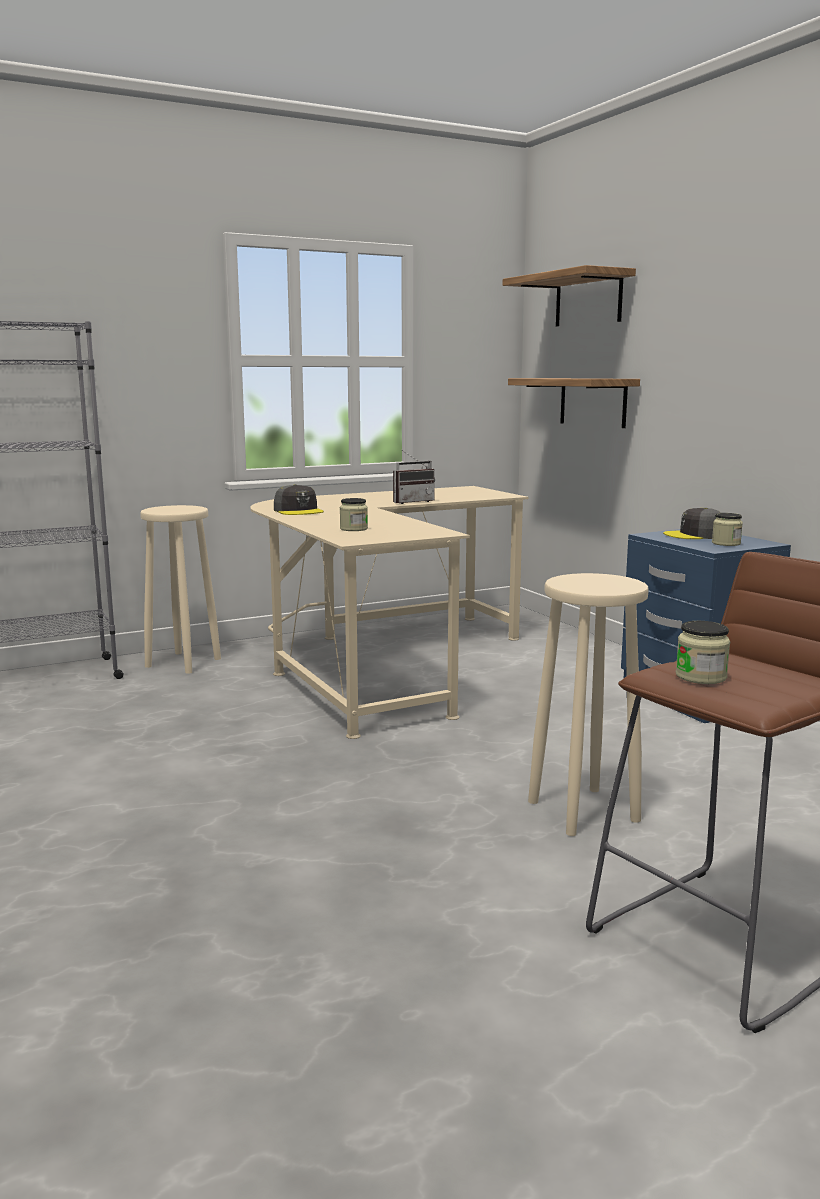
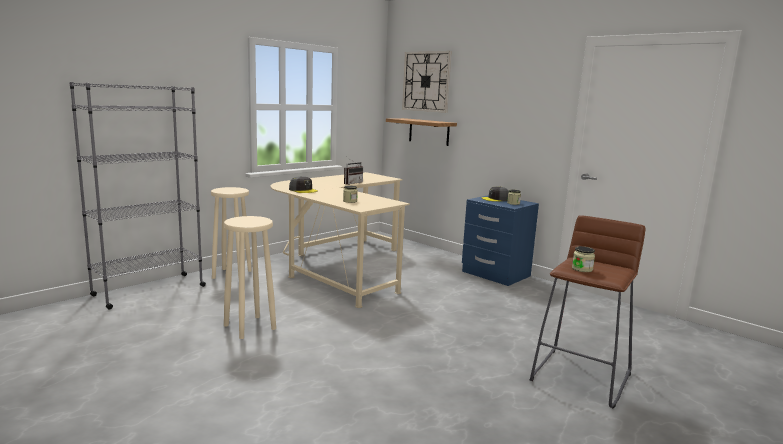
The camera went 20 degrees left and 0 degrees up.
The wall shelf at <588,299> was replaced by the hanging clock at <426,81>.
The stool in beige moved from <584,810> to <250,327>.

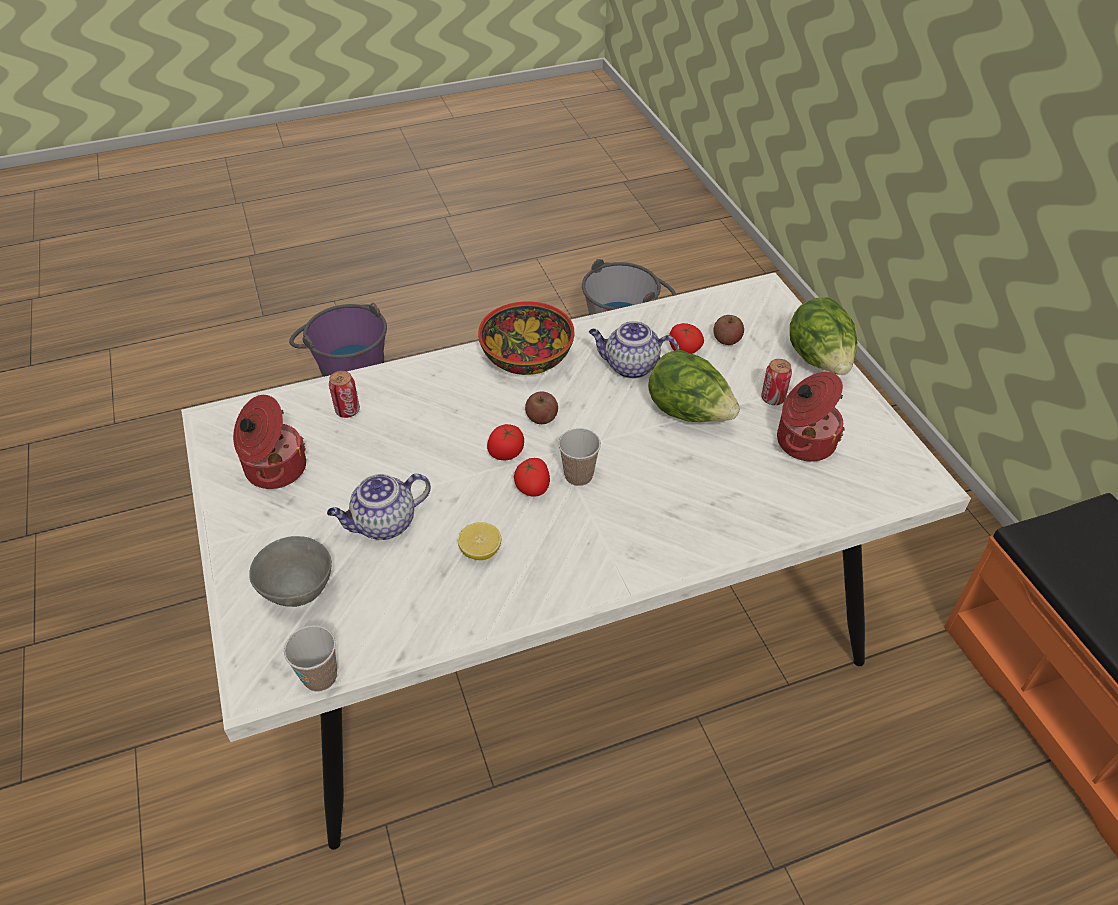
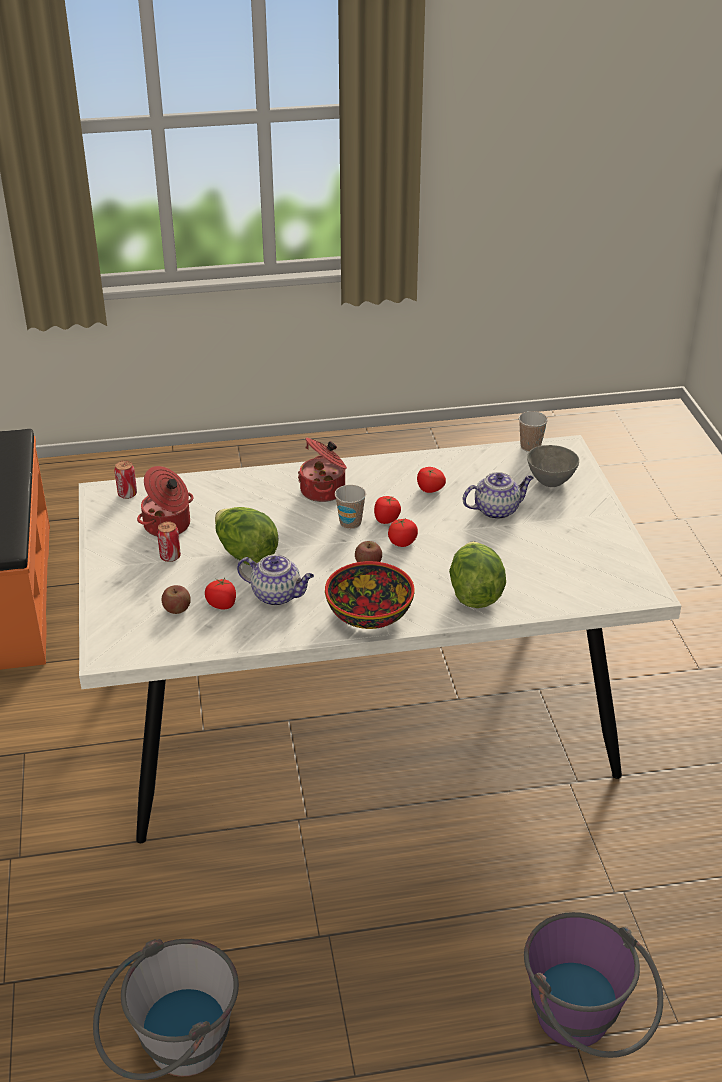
The camera went 170 degrees left and 10 degrees down.
The lettuce head moved from <819,361> to <475,593>.
The metal can moved from <347,411> to <127,494>.
The cooking pot moved from <274,469> to <324,490>.
The lemon at <481,551> was replaced by the fresh tomato at <430,489>.

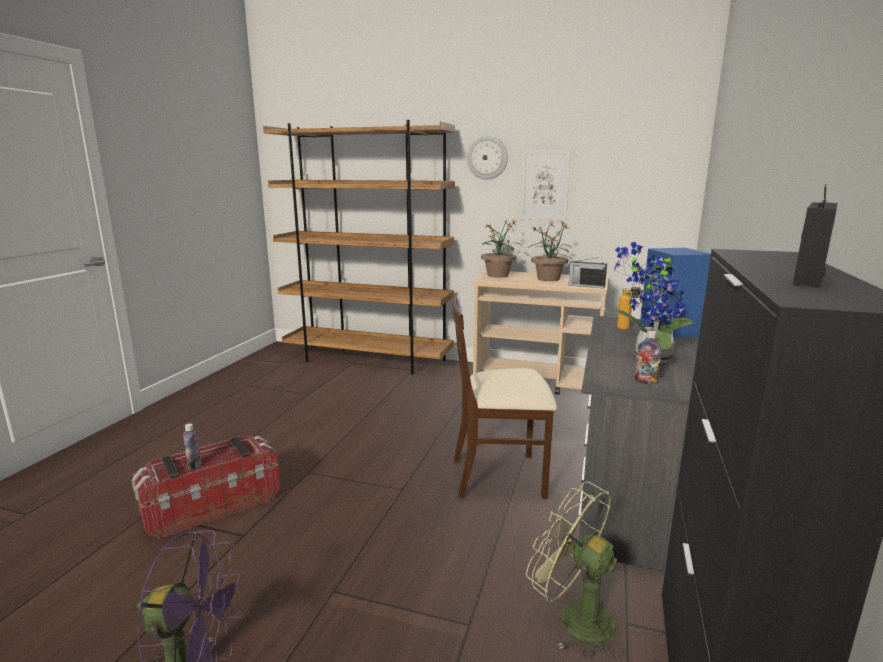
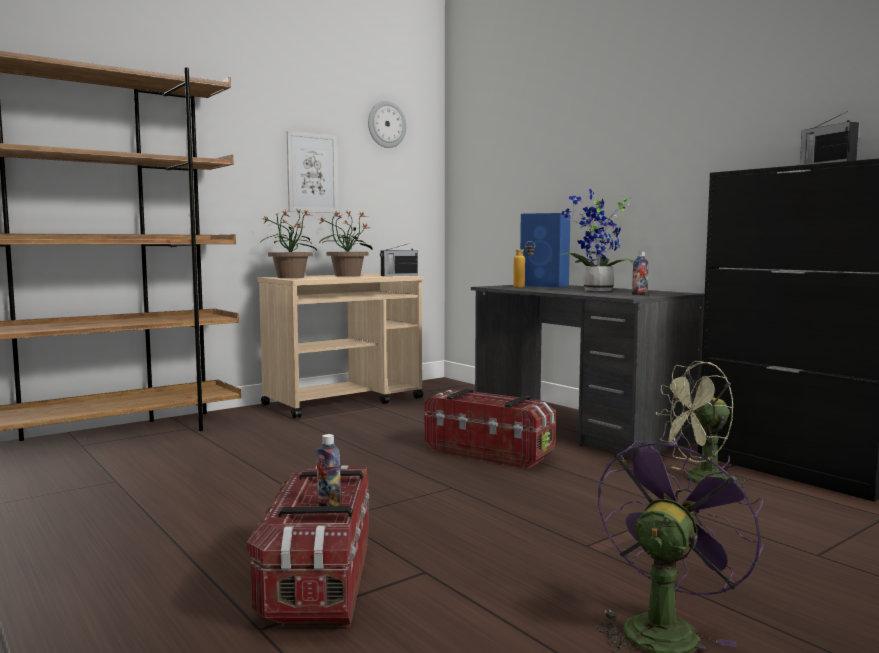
The camera went 55 degrees left and 10 degrees down.
The hanging clock moved from <487,158> to <386,124>.
The upright chair in beige at <499,476> was replaced by the storage bin at <489,453>.

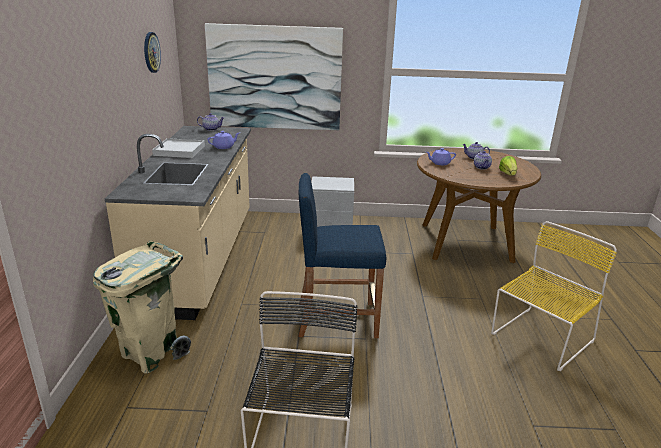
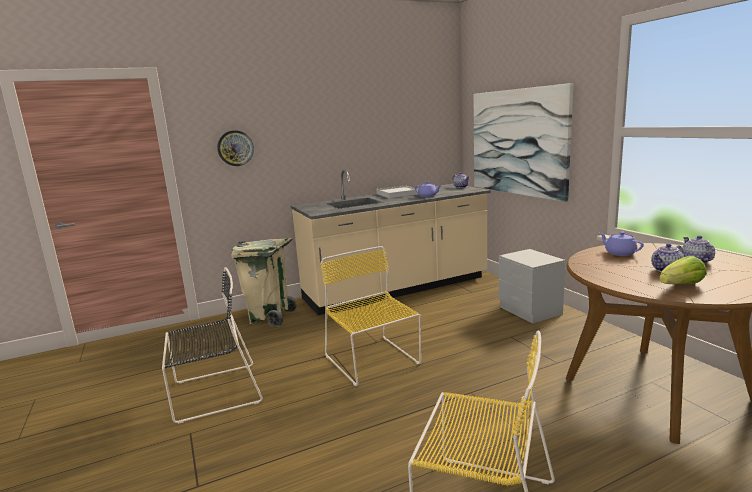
The camera went 65 degrees right and 10 degrees down.
The hanging clock moved from <151,52> to <235,148>.
The stool in blue-coloured at <337,319> was replaced by the upright chair in yellow-coloured at <373,361>.

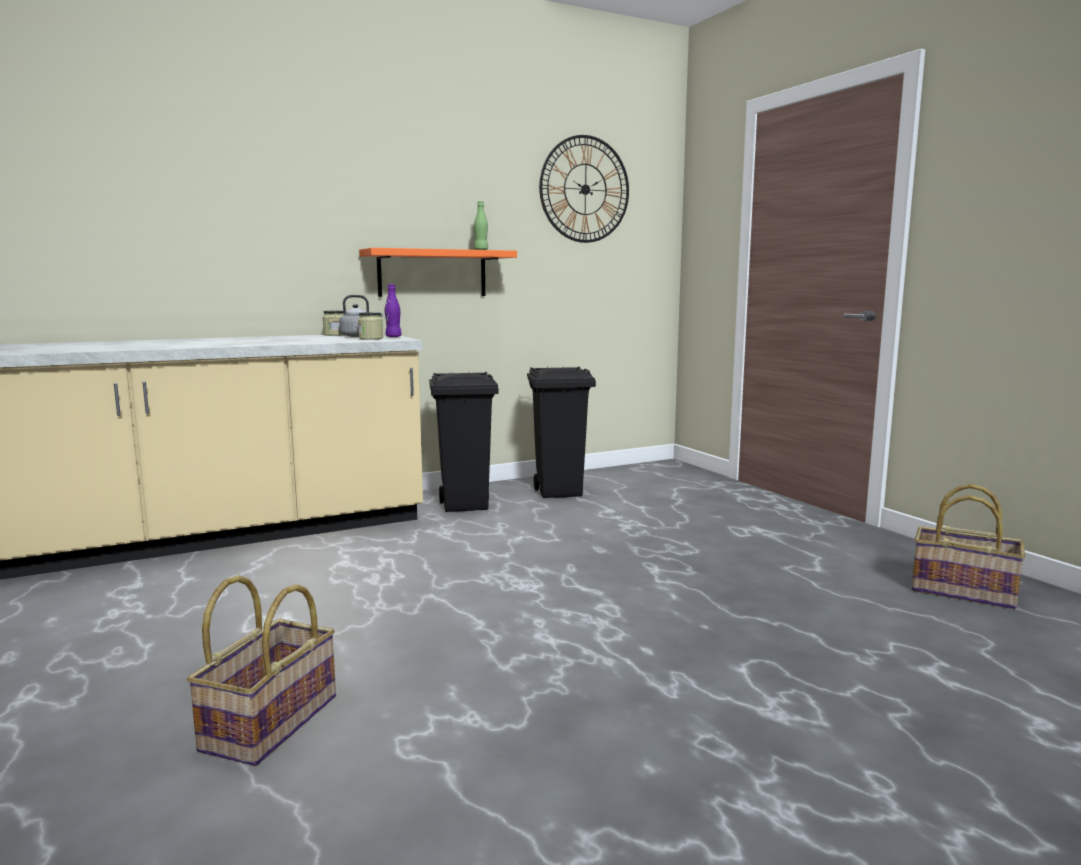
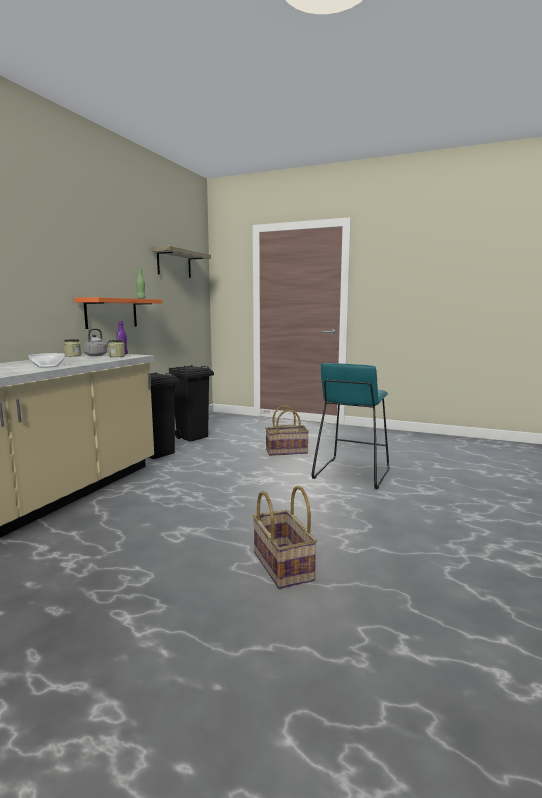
The camera went 40 degrees left and 0 degrees up.
The hanging clock at <585,189> was replaced by the wall shelf at <174,263>.
The household basket moved from <963,591> to <286,451>.
The deep dish at <48,366> appeared.
The stool in blue-green at <351,473> appeared.

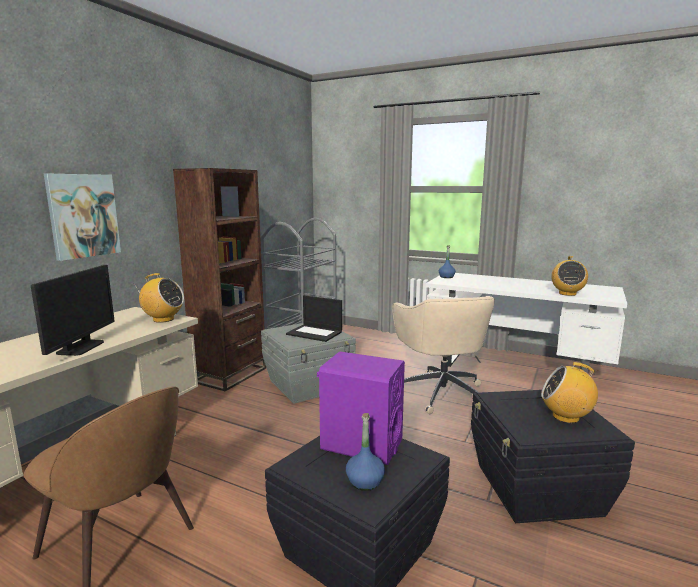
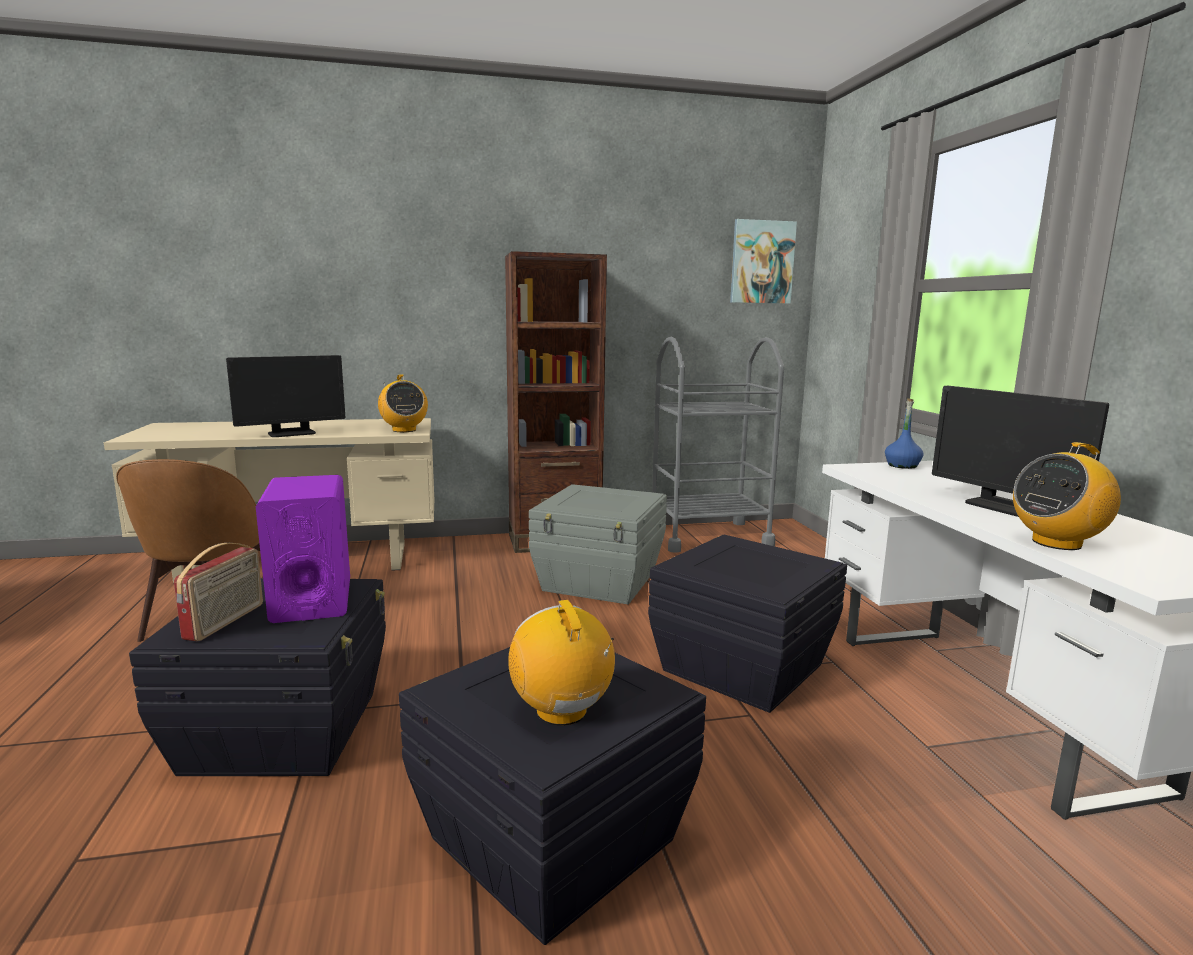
The camera went 50 degrees right and 0 degrees up.
The wall picture moved from <83,215> to <762,262>.
The portable computer at <315,333> disappeared.
The office chair in beige at <441,392> was replaced by the storage bin in blackish at <742,666>.
The drink bottle in blue-coloured at <364,481> was replaced by the radio receiver at <226,621>.
The computer screen at <1003,507> appeared.

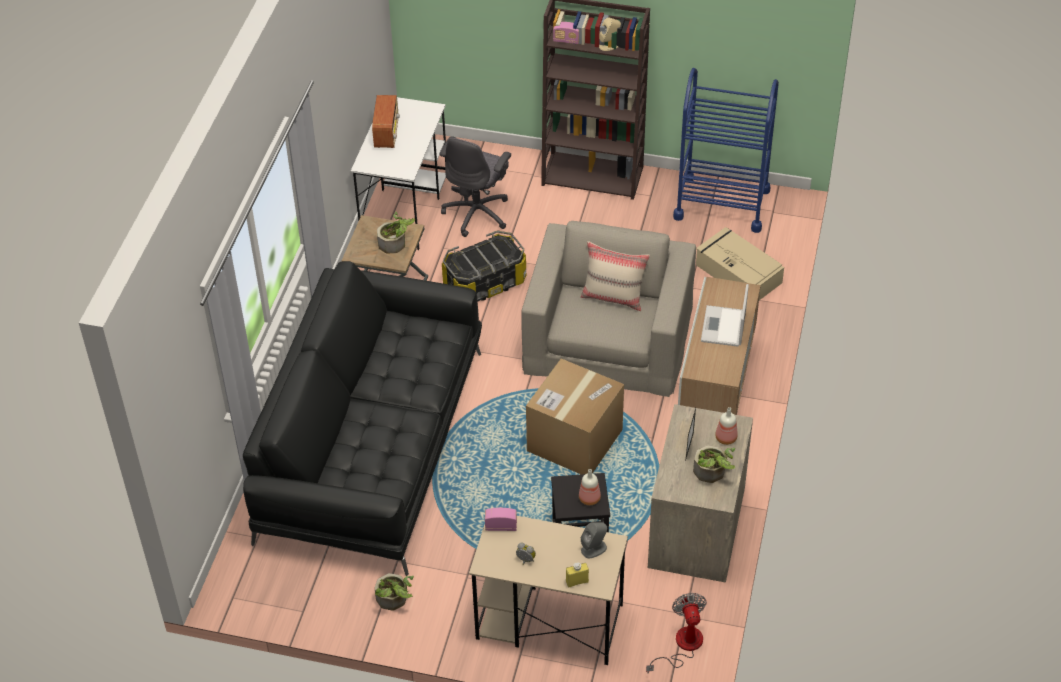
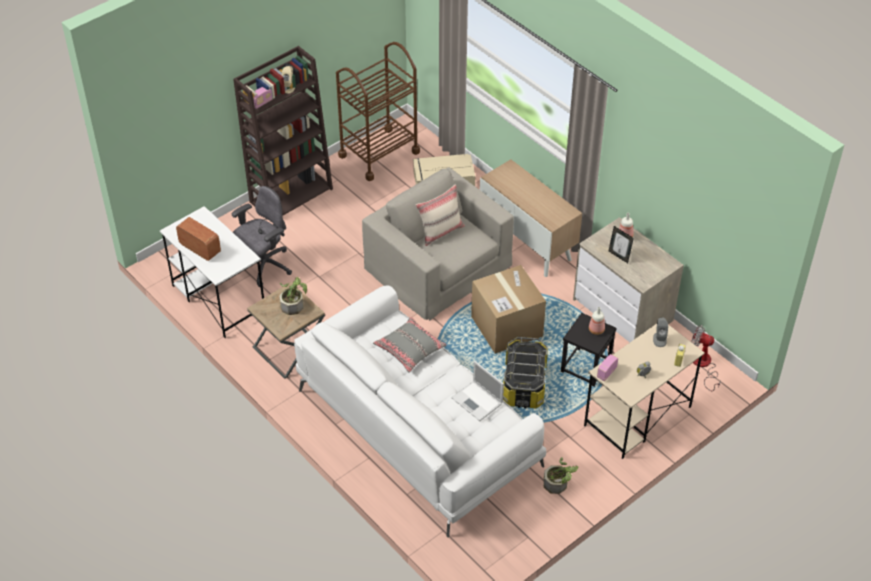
The camera went 55 degrees left and 0 degrees up.
The trolley in blue-coloured at <721,204> became the trolley in brown-coloured at <379,154>.
The office chair in greyish at <477,213> turned 105 degrees counterclockwise.
The storage bin moved from <484,282> to <523,384>.
The settee in blackish at <373,443> became the settee in whitish at <416,426>.
The portable computer moved from <723,327> to <477,401>.
The plant in a pot at <712,473> disappeared.
The throw pillow in greyish at <409,349> appeared.

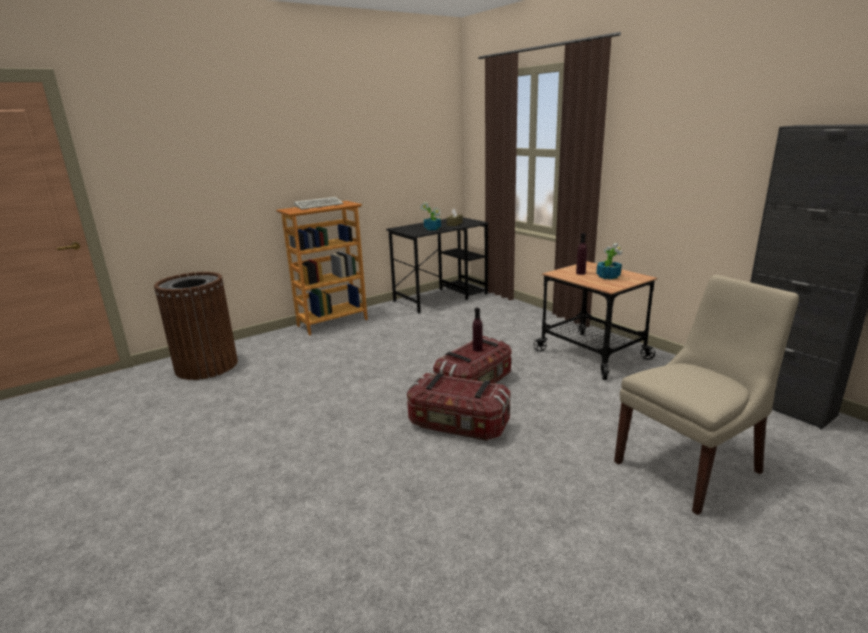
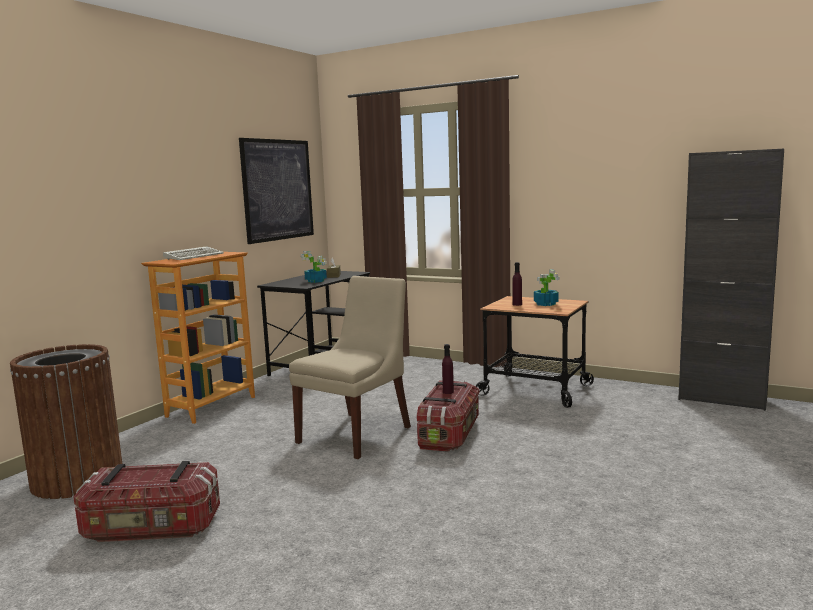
The camera went 25 degrees left and 10 degrees down.
The upright chair in beige moved from <690,465> to <357,433>.
The storage bin moved from <458,425> to <152,528>.
The wall picture at <278,190> appeared.

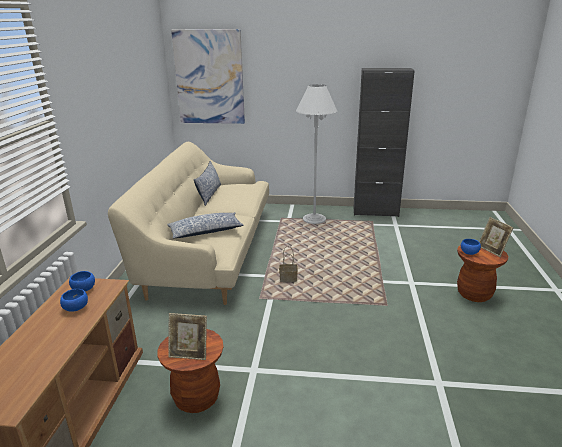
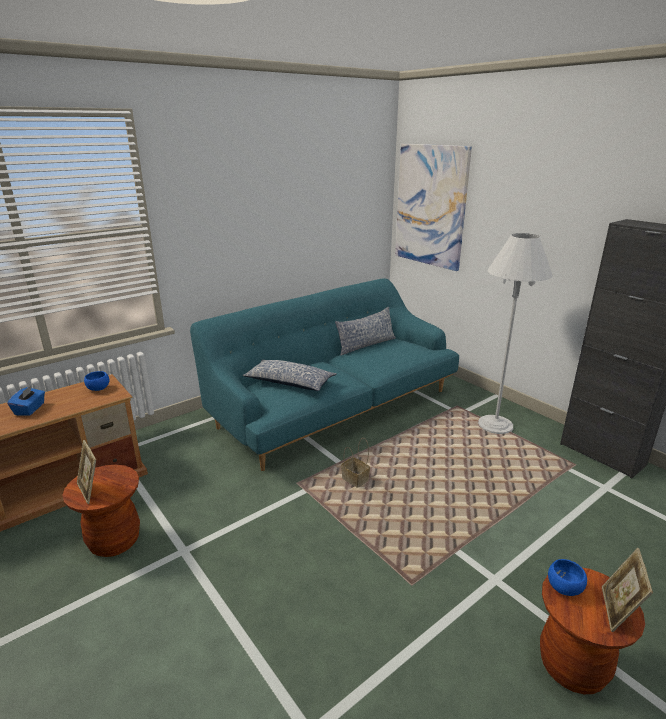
The camera went 45 degrees right and 0 degrees up.
The settee in beige at <209,249> became the settee in blue-green at <334,406>.
The deep dish in blue-coloured at <77,308> disappeared.
The tissue holder in blue-coloured at <30,409> appeared.

